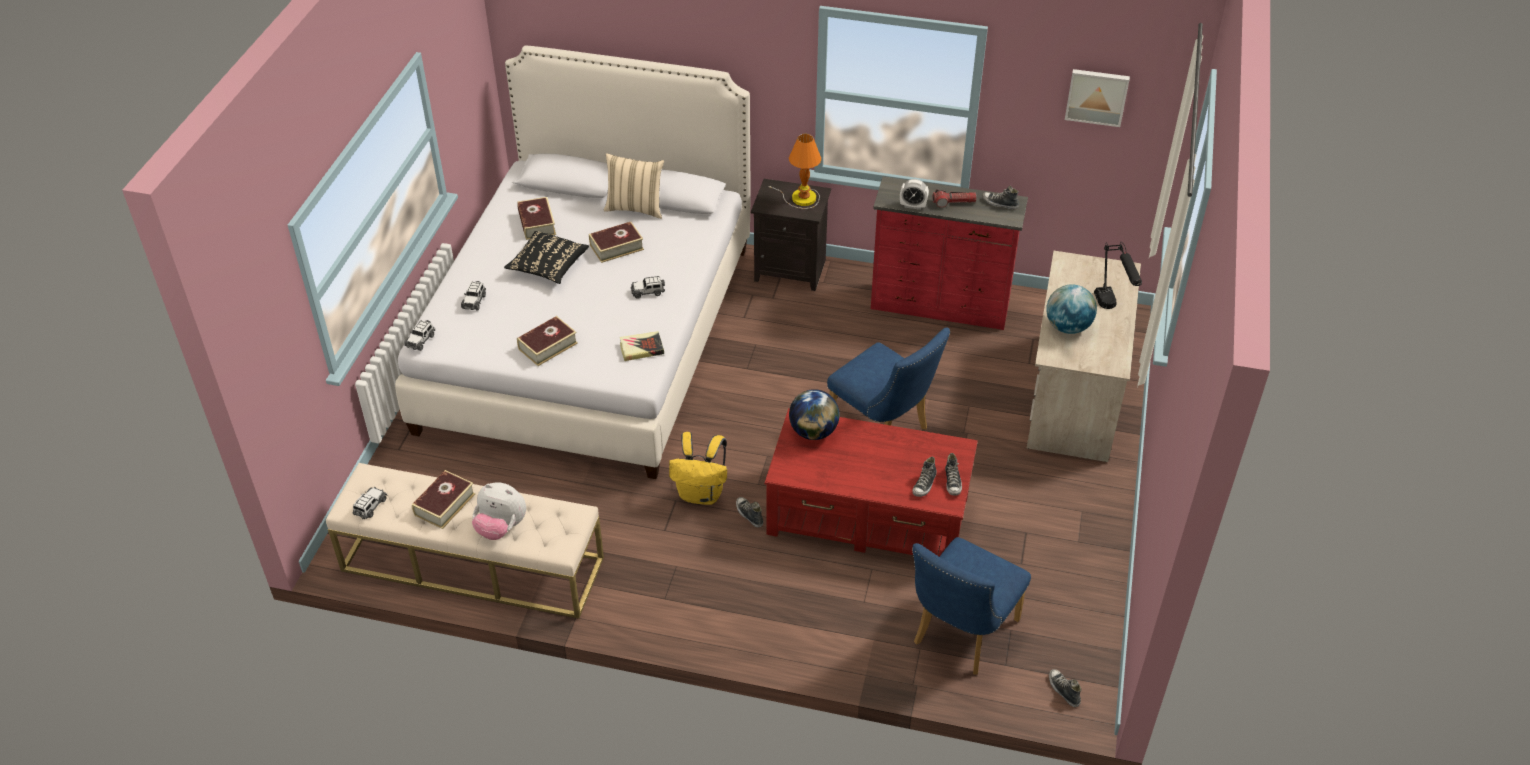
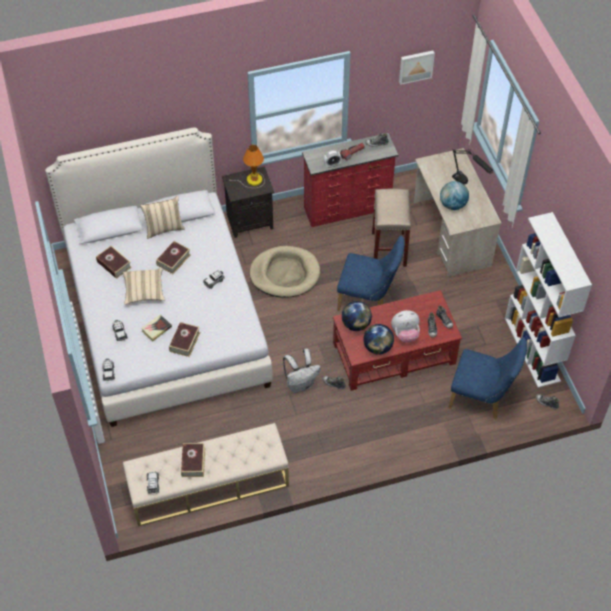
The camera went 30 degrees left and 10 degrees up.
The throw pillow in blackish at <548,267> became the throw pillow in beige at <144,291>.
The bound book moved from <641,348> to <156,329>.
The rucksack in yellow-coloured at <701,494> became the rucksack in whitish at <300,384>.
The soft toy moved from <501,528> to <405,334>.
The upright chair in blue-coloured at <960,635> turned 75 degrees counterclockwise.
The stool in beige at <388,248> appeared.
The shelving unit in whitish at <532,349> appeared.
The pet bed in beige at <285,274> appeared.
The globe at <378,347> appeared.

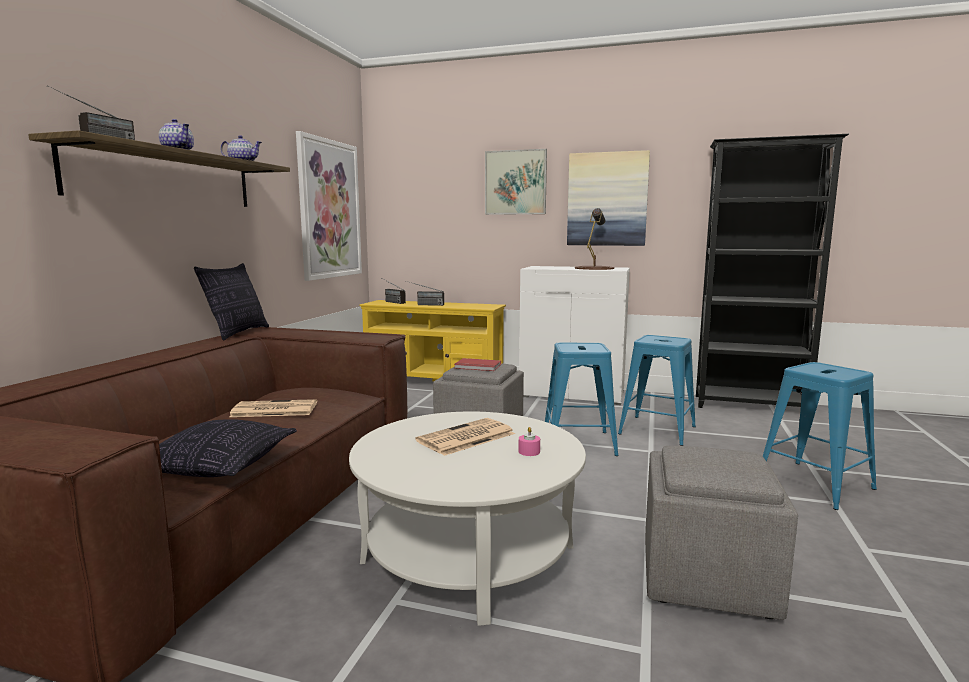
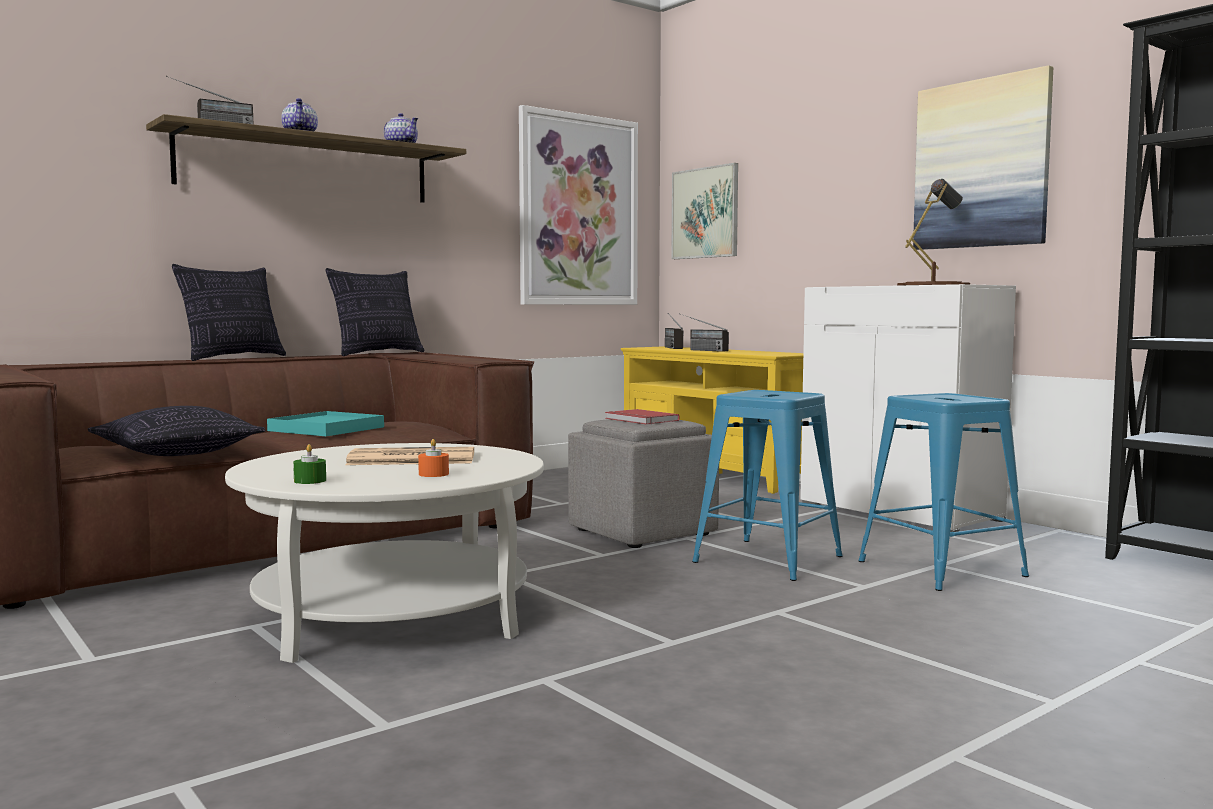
The camera went 35 degrees right and 5 degrees down.
The wall picture moved from <515,182> to <705,213>.
The stool in blue-coloured at <815,484> disappeared.
The daily paper at <273,410> was replaced by the serving tray in blue-green at <326,429>.
The wax candle in pinkish at <529,451> became the wax candle in orange at <433,474>.
The pouffe in greyish at <708,579> disappeared.
The throw pillow at <233,358> appeared.
The wax candle in green at <310,481> appeared.

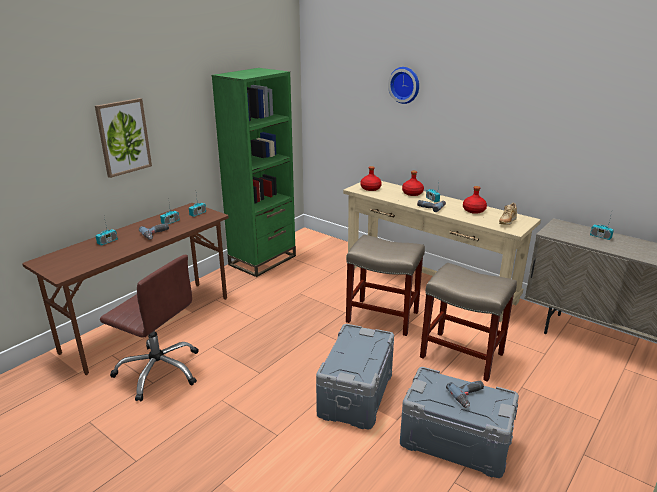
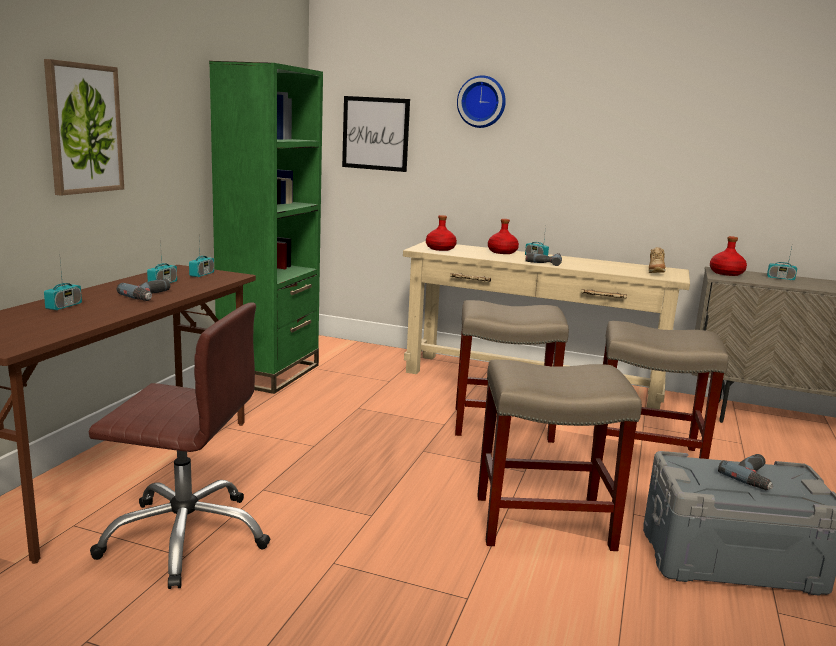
The camera went 20 degrees left and 10 degrees down.
The drink bottle in reddish moved from <474,210> to <726,273>.
The storage bin in greyish at <357,394> was replaced by the stool in beige at <545,522>.
The wall picture at <375,133> appeared.

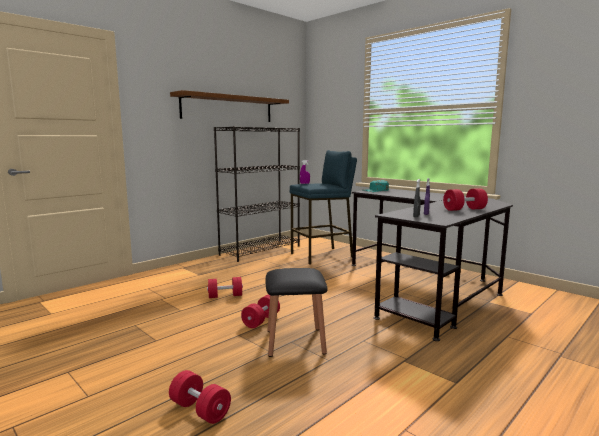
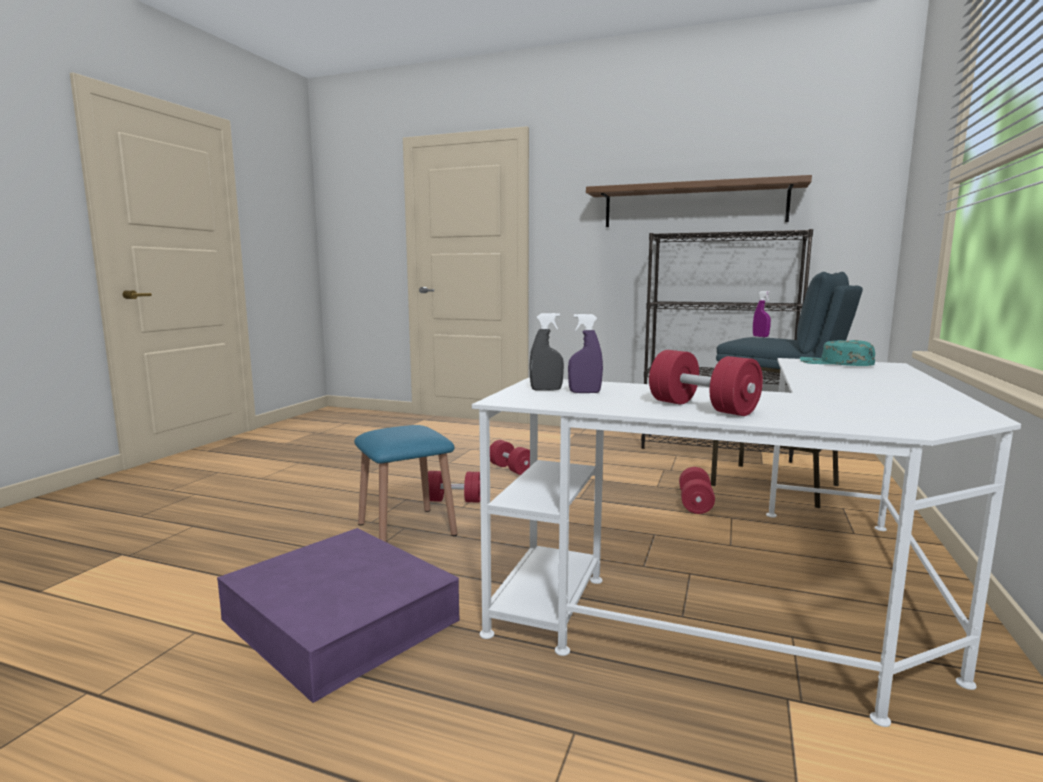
The camera went 65 degrees right and 0 degrees up.
The desk in blackish at <426,287> became the desk in whitish at <763,600>.
The stool in blackish at <295,341> became the stool in blue-coloured at <406,529>.
The dumbbell in reddish moved from <200,410> to <695,503>.
The storage bin in purple at <340,620> appeared.

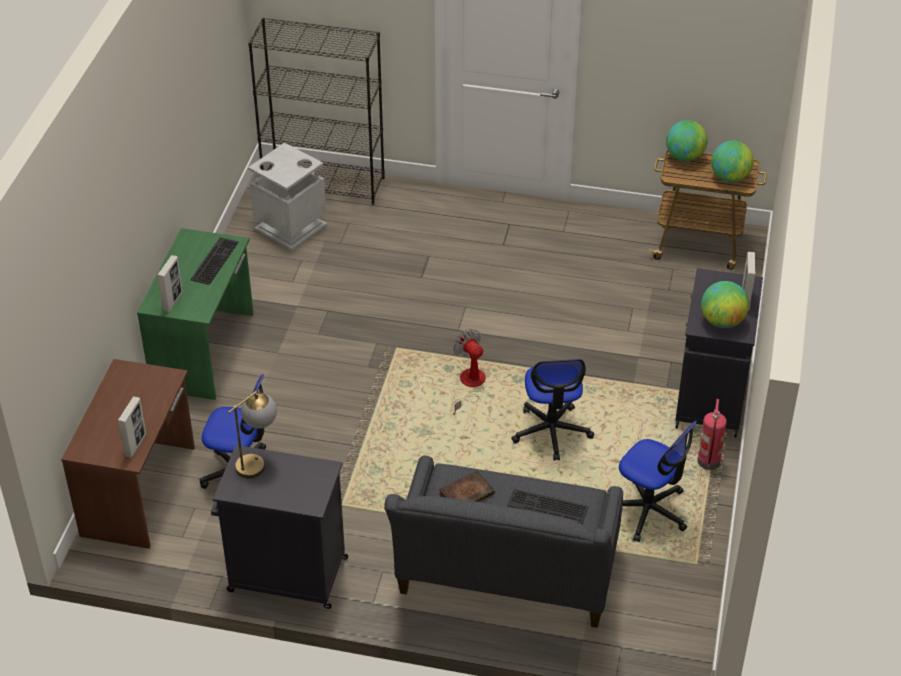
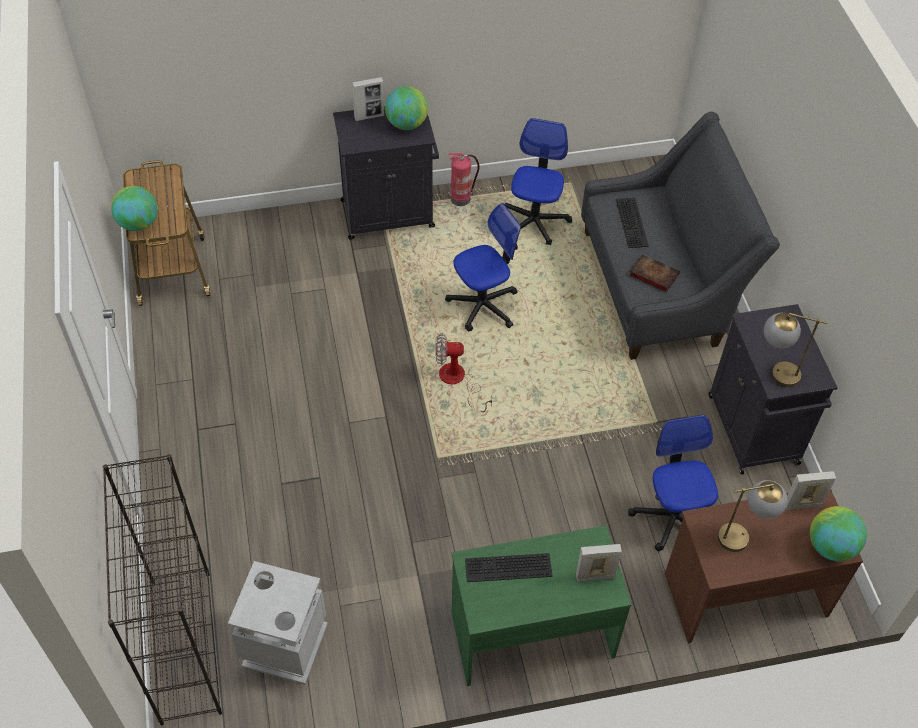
The camera went 115 degrees left and 10 degrees up.
The globe moved from <730,177> to <830,546>.
The cooling fan at <469,385> turned 60 degrees clockwise.
The tabletop lamp at <743,536> appeared.

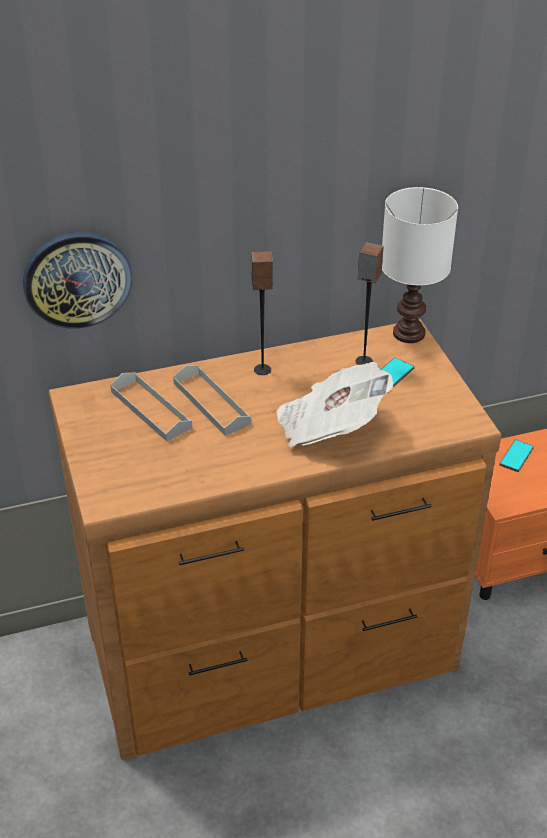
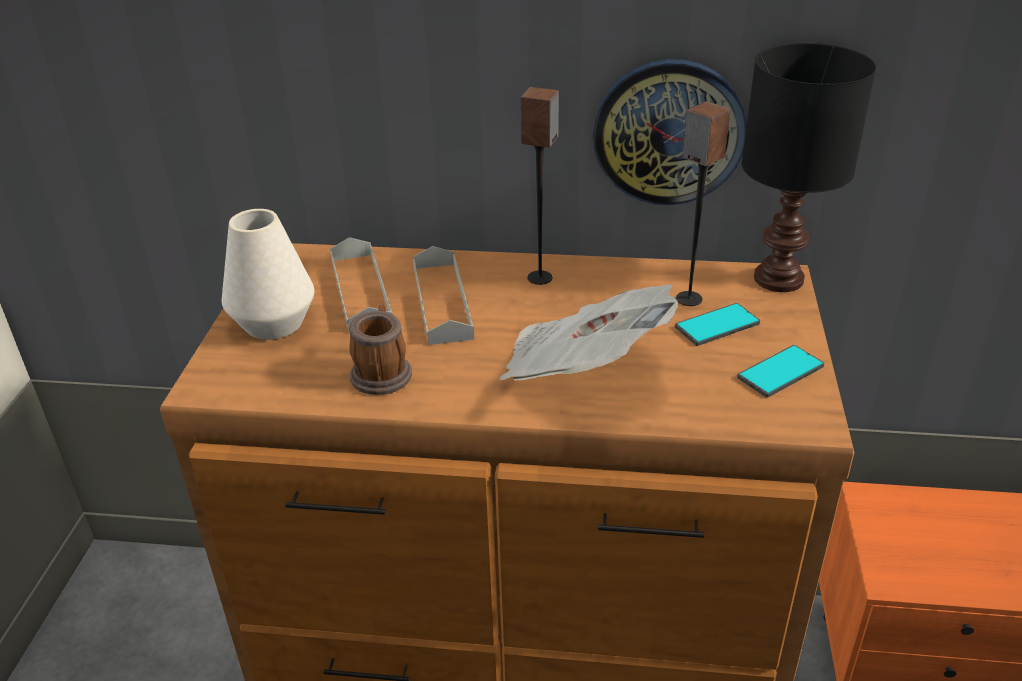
The camera went 25 degrees right and 5 degrees down.
The tabletop lamp in whitish at <409,333> became the tabletop lamp in blackish at <780,278>.
The hanging clock moved from <77,279> to <668,132>.
The handset moved from <516,456> to <780,372>.
The vase in whitish at <273,323> appeared.
The tea mug at <382,371> appeared.

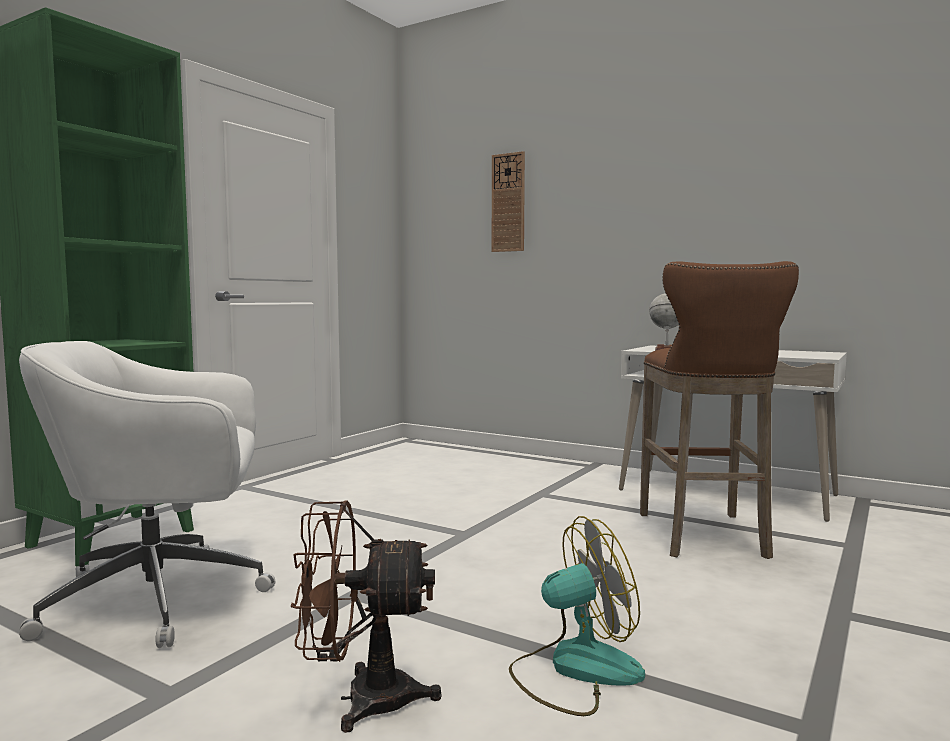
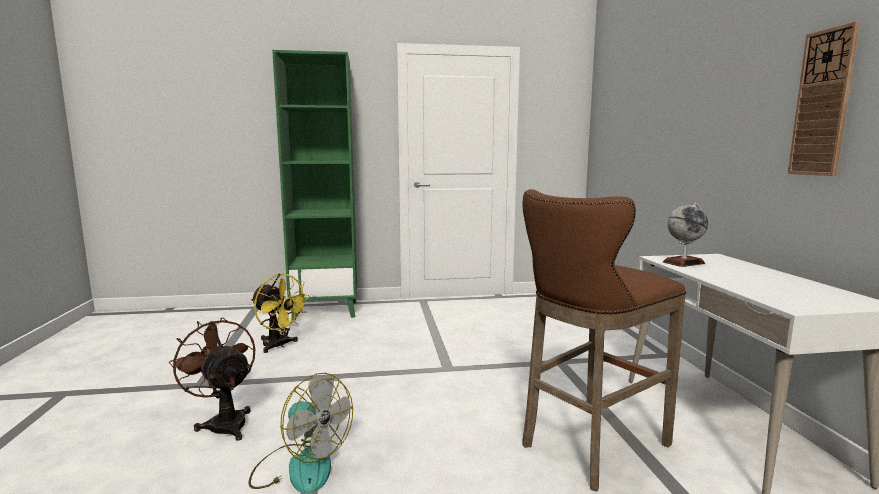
The camera went 50 degrees right and 5 degrees up.
The hanging clock moved from <508,202> to <823,103>.
The office chair in whitish at <163,599> was replaced by the cooling fan in yellow-coloured at <279,345>.

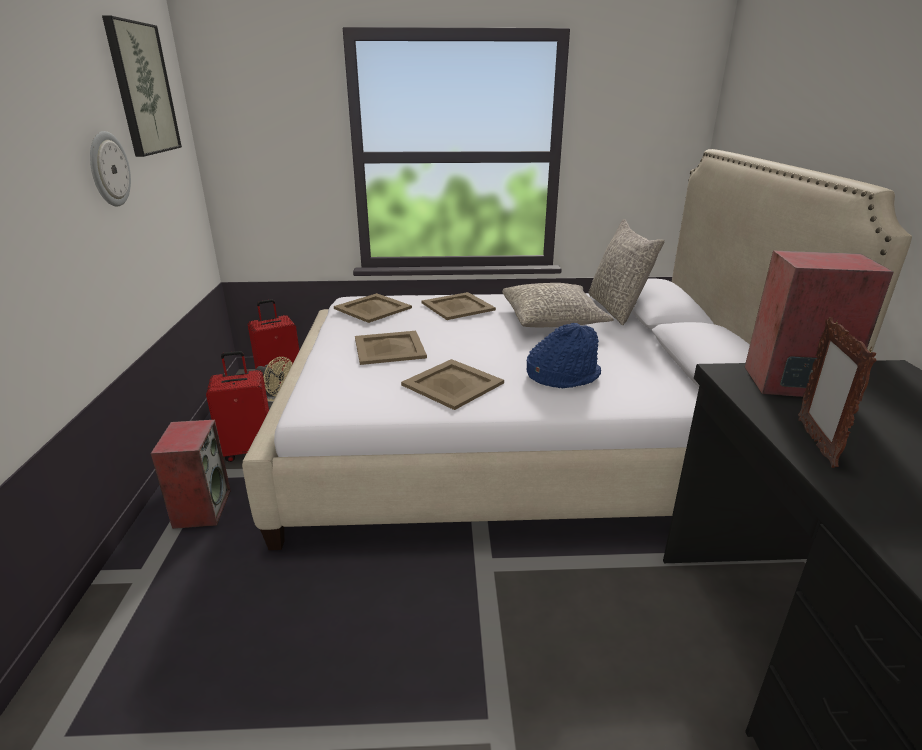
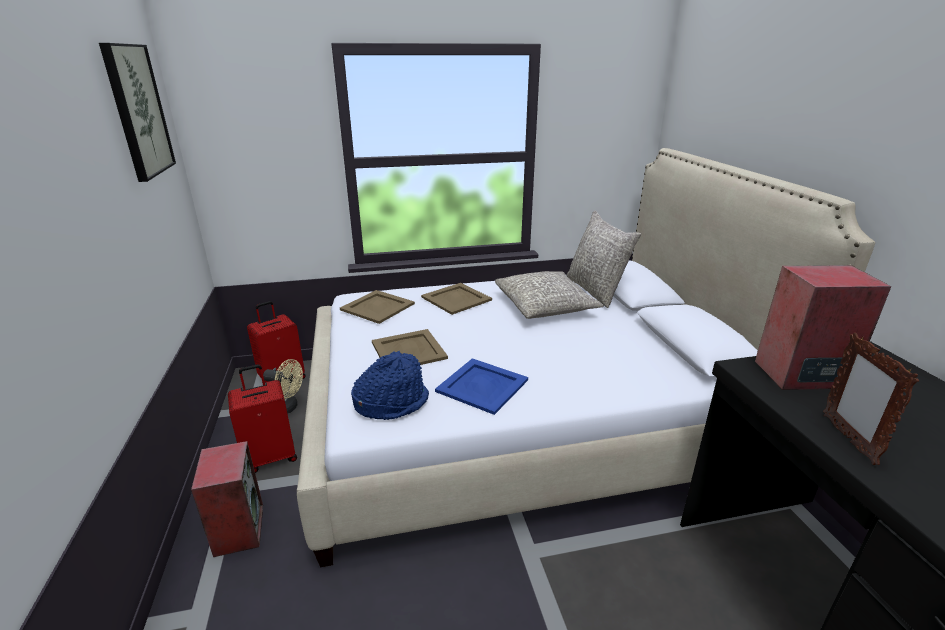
The camera went 10 degrees left and 0 degrees up.
The hanging clock at <108,169> disappeared.
The hat in blue-coloured moved from <562,375> to <391,402>.
The serving tray in beige at <452,383> became the serving tray in blue-coloured at <482,385>.

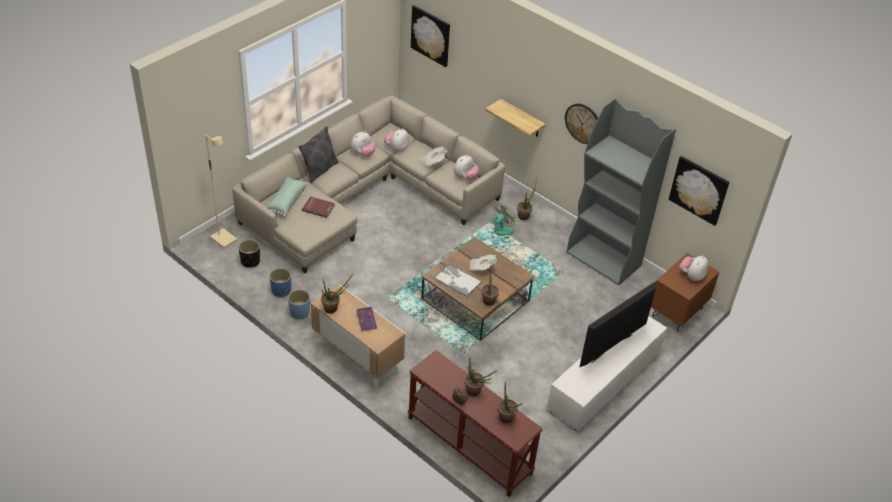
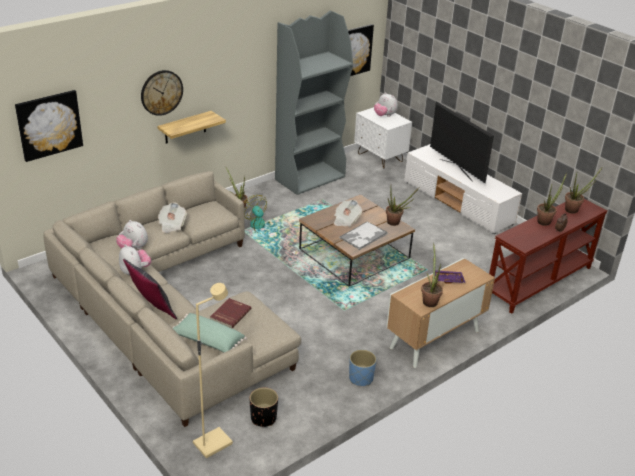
The camera went 80 degrees left and 10 degrees down.
The hanging clock moved from <583,123> to <161,92>.
The soft toy at <465,177> disappeared.
The nightstand in brown-coloured at <677,313> became the nightstand in whitish at <380,158>.
The planter in blue-coloured at <281,290> disappeared.

